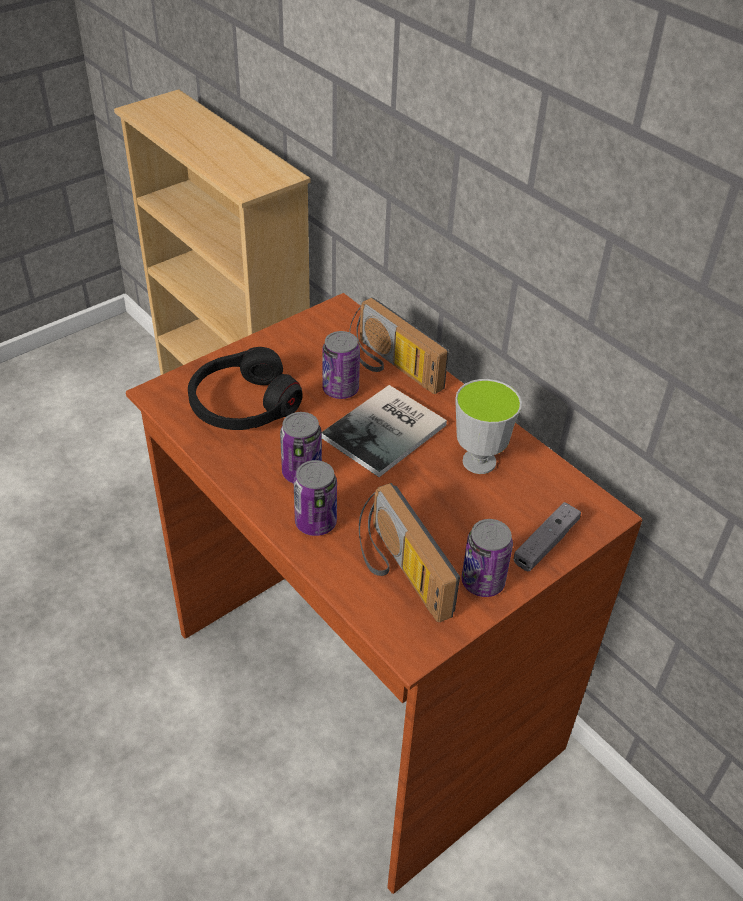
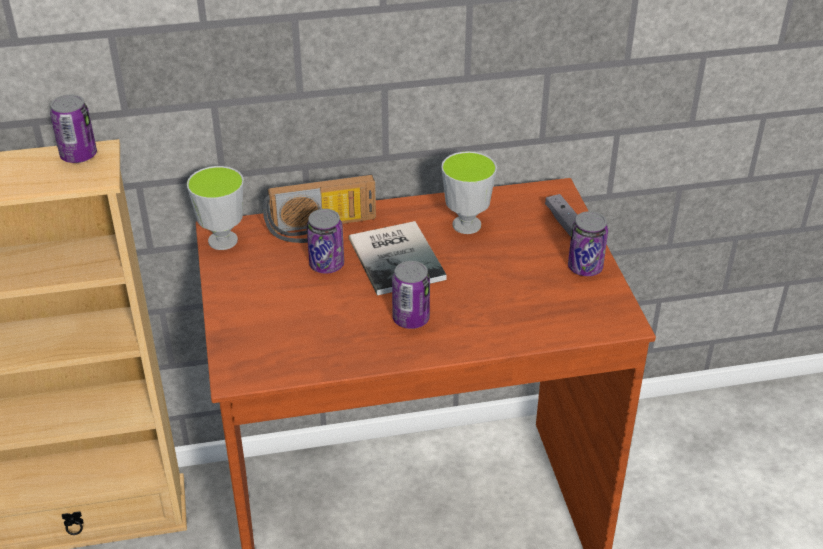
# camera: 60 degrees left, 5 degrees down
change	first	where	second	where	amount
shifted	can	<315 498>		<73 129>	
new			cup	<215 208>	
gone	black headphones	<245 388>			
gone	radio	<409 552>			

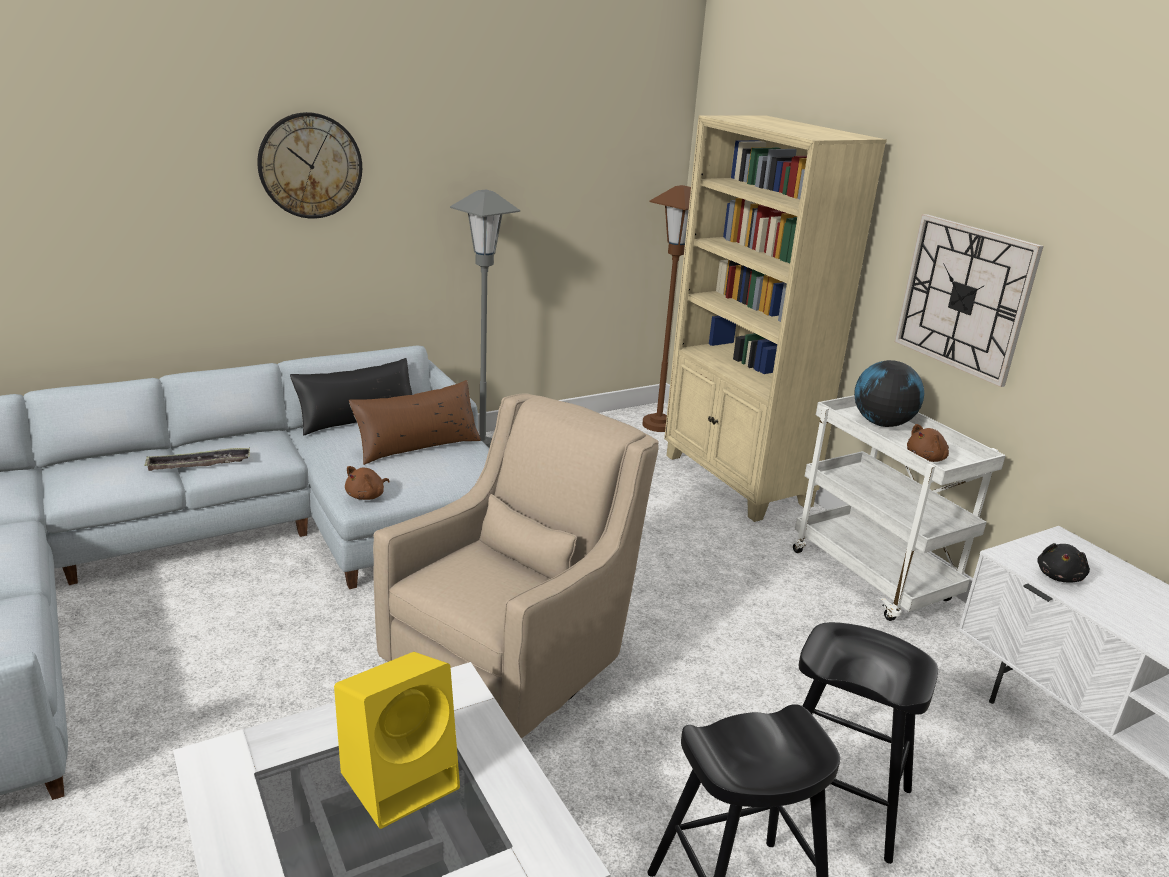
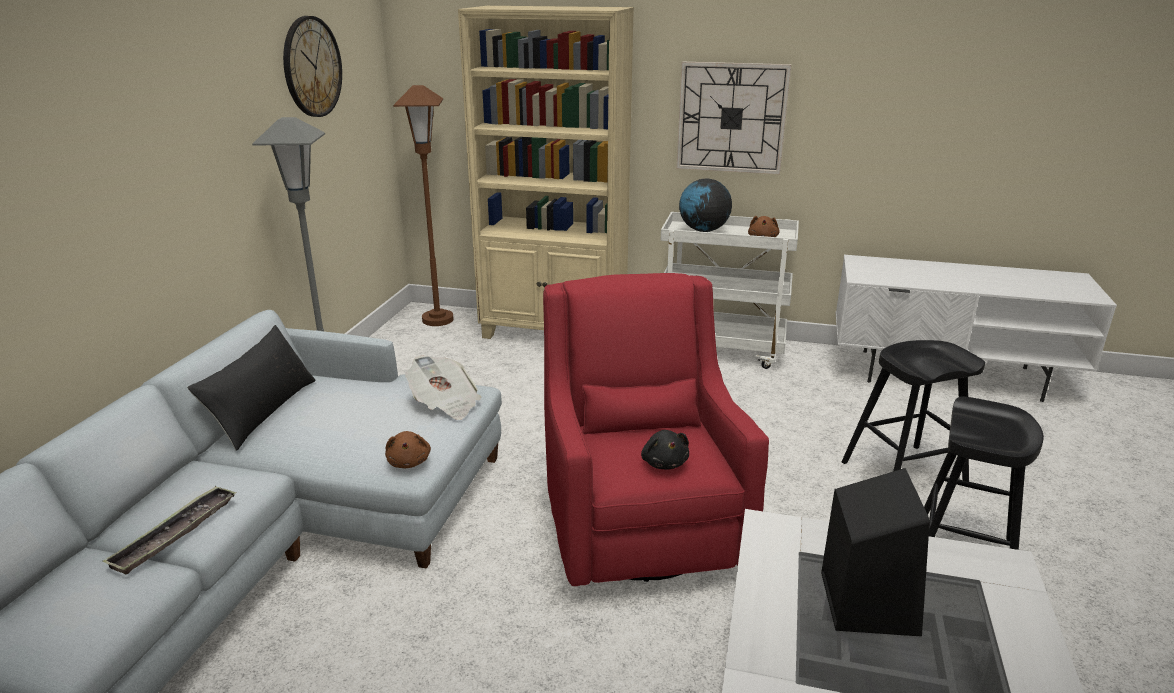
# camera: 45 degrees left, 0 degrees up
change	first	where	second	where	amount
shifted	wall clock	<309 165>		<312 66>	
new			newspaper	<443 387>	
repainted	beige armchair	<516 565>	red armchair	<656 429>	
shifted	black plush toy	<1063 563>		<665 449>	
repainted	yellow speaker	<397 740>	black speaker	<875 552>	
gone	brown pillow	<415 422>			

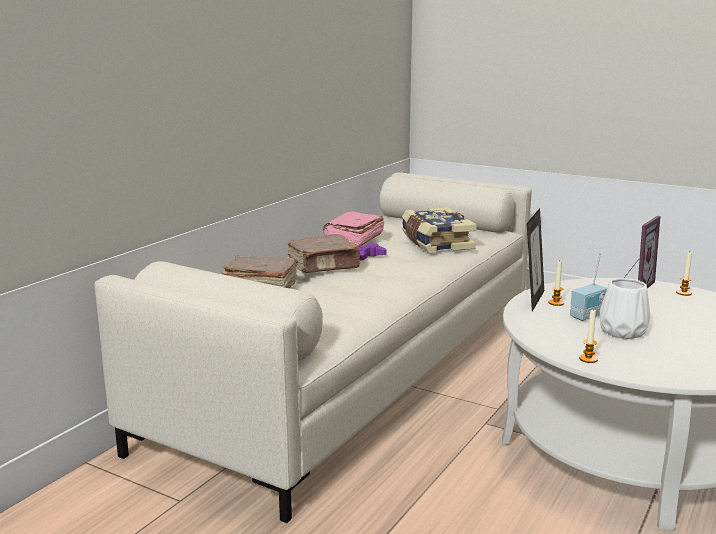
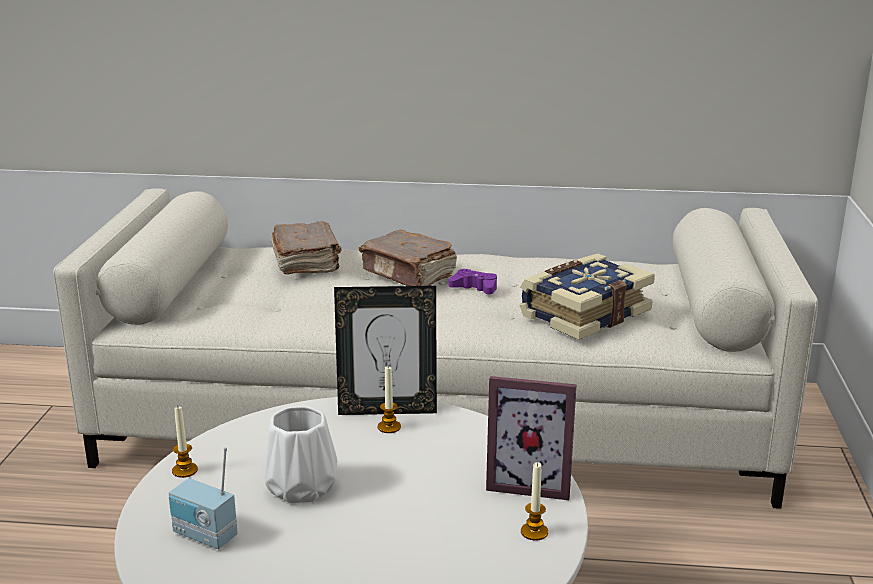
# camera: 65 degrees right, 5 degrees up
change	first	where	second	where	amount
shifted	radio	<588 287>		<203 498>	
gone	pink book	<353 229>			

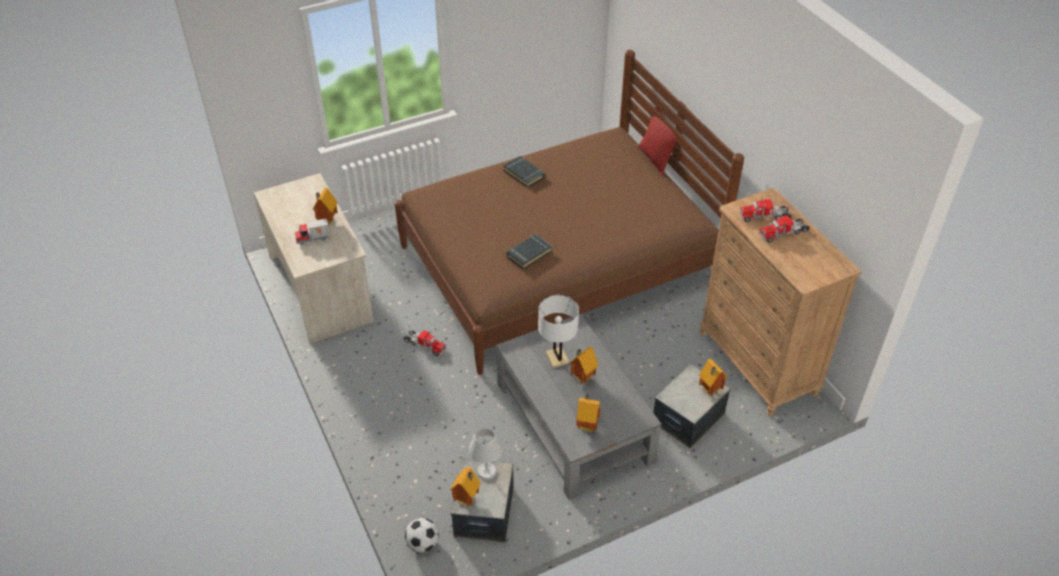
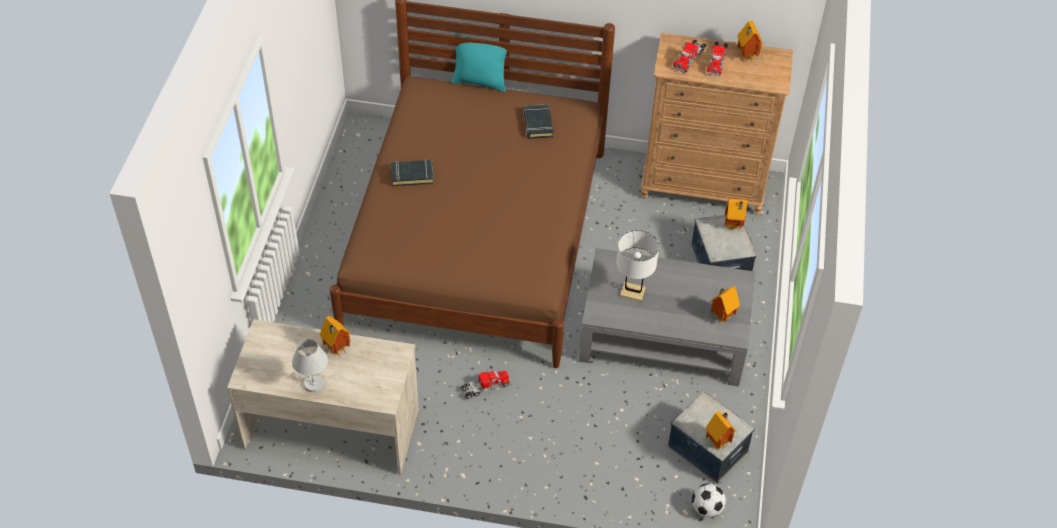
# camera: 55 degrees left, 5 degrees up
change	first	where	second	where	amount
shifted	white table lamp	<485 454>		<310 365>	
repainted	red pillow	<660 141>	turquoise pillow	<479 62>	
shifted	black book	<529 252>		<538 121>	
shifted	toy house	<584 366>		<750 41>	
gone	toy truck	<312 231>			

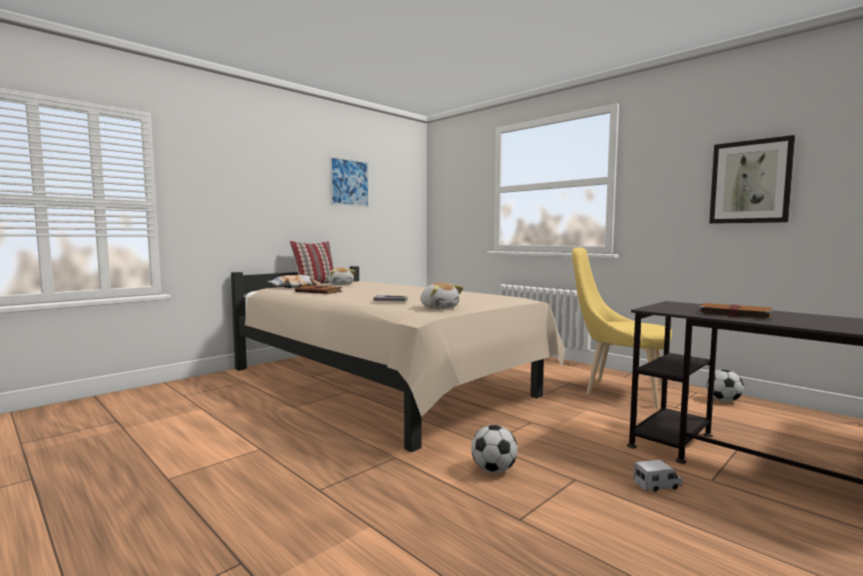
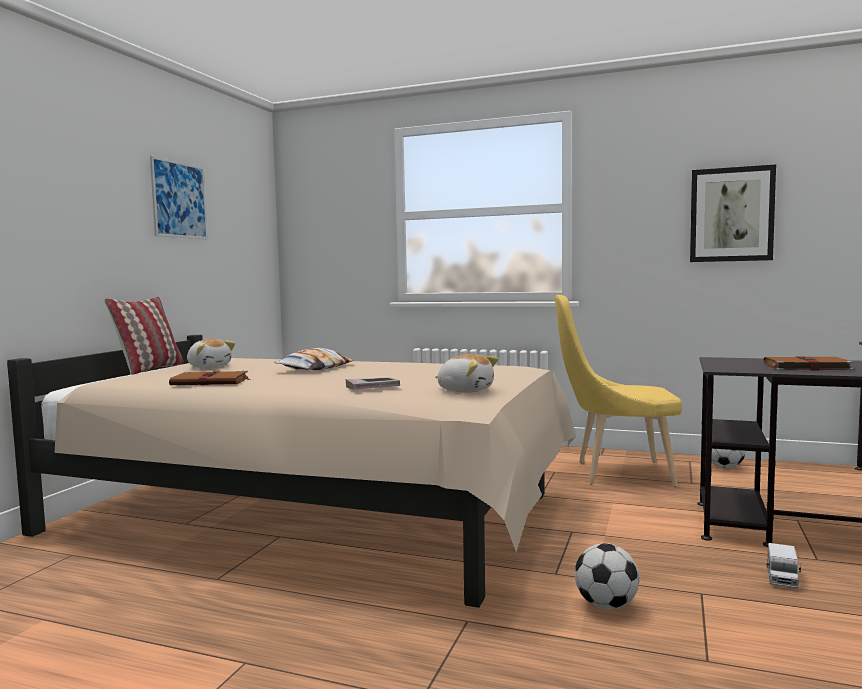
# camera: 25 degrees left, 0 degrees up
change	first	where	second	where	amount
shifted	pillow	<294 281>		<314 359>	
rotated	toy truck	<657 476>		<784 566>	150 degrees clockwise

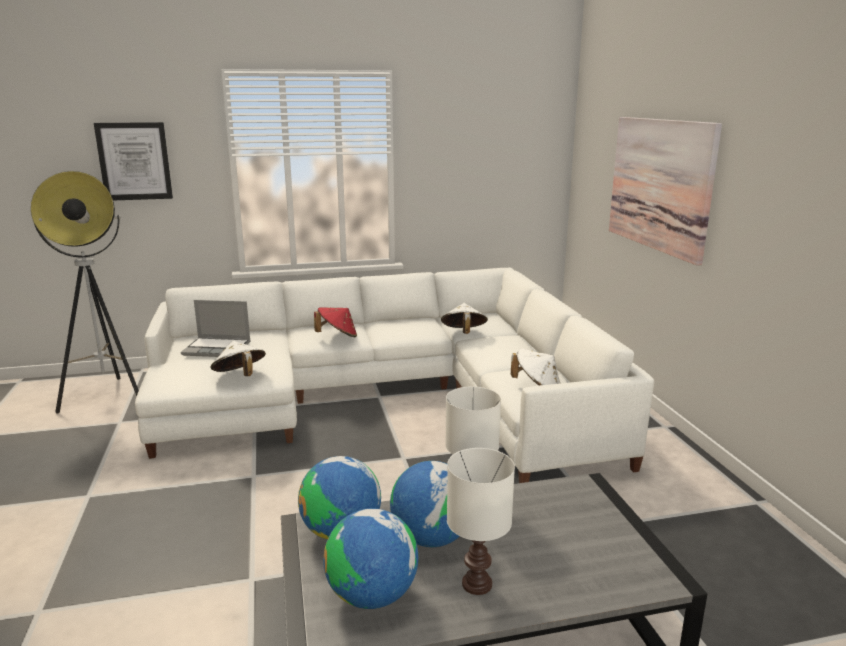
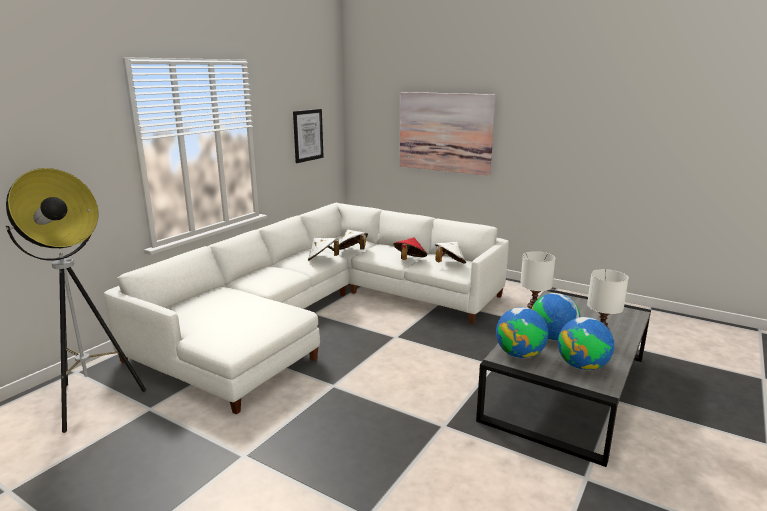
# camera: 45 degrees left, 0 degrees up
change	first	where	second	where	amount
shifted	picture	<133 161>		<308 136>	
shifted	white hat	<238 358>		<323 249>	
shifted	red hat	<335 322>		<410 248>	
gone	laptop	<216 328>			

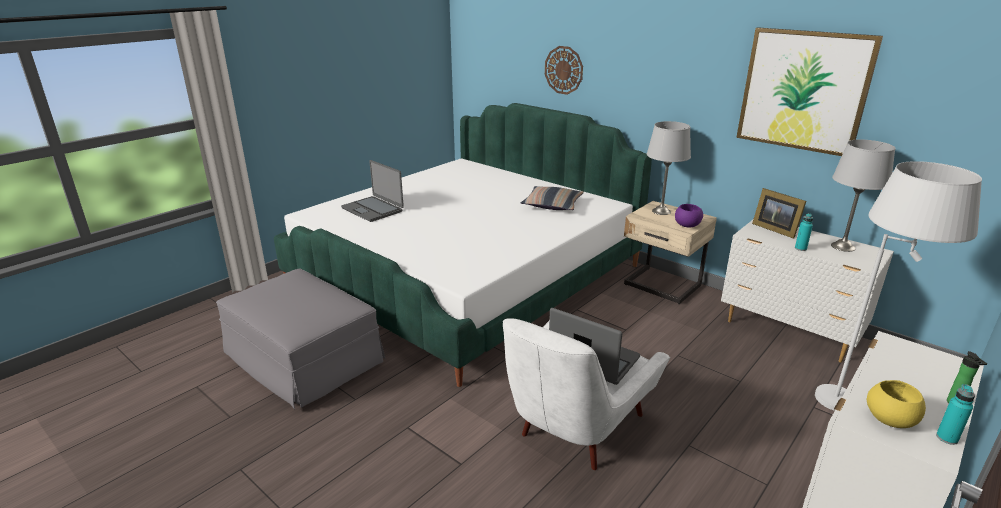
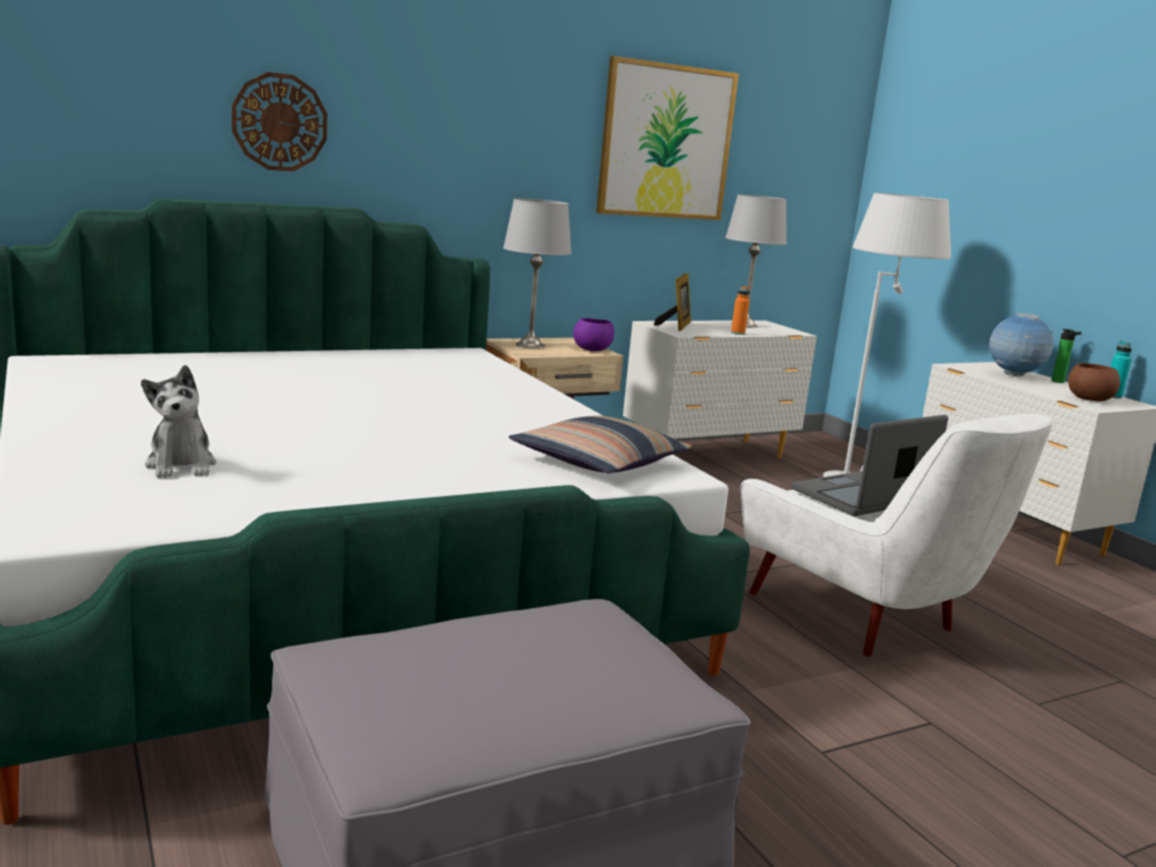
# camera: 70 degrees left, 10 degrees down
change	first	where	second	where	amount
swapped	laptop	<372 191>	plush toy	<178 421>	
shifted	pillow	<552 198>		<600 444>	
rotated	picture frame	<779 213>		<672 302>	60 degrees counterclockwise
repainted	turquoise bottle	<804 232>	orange bottle	<740 310>	
new			globe	<1021 344>	
repainted	yellow bowl	<896 404>	brown bowl	<1094 382>	

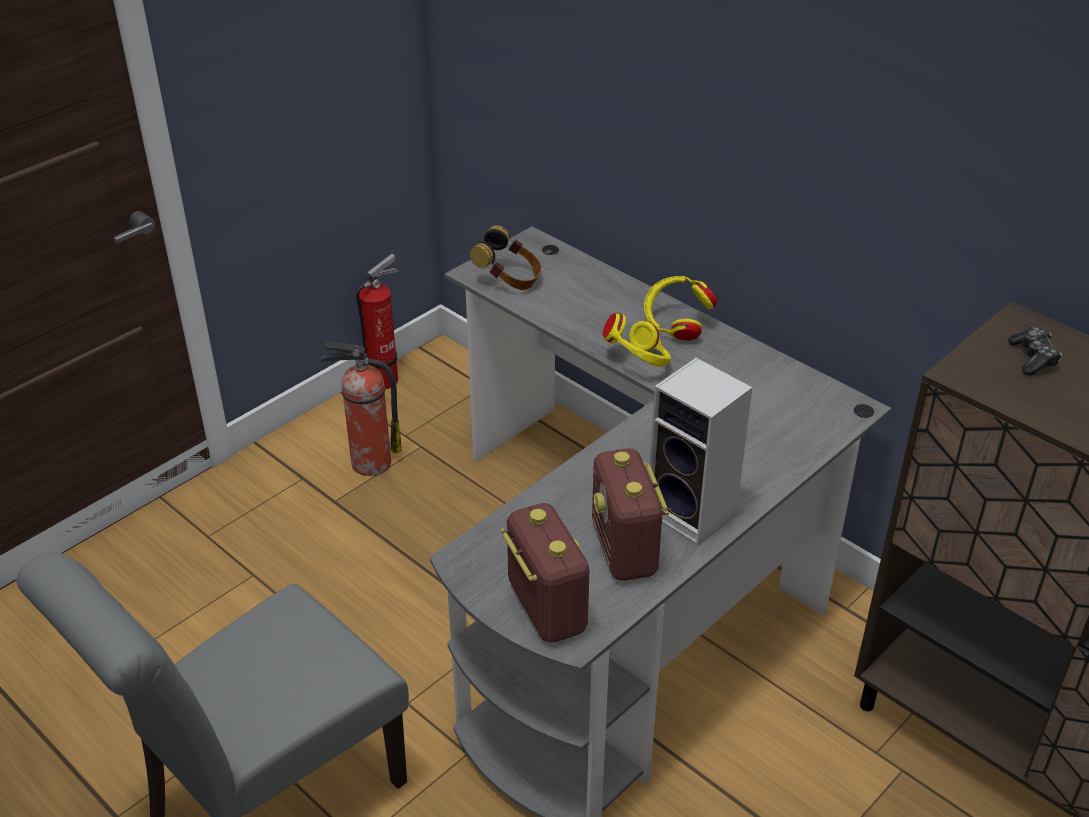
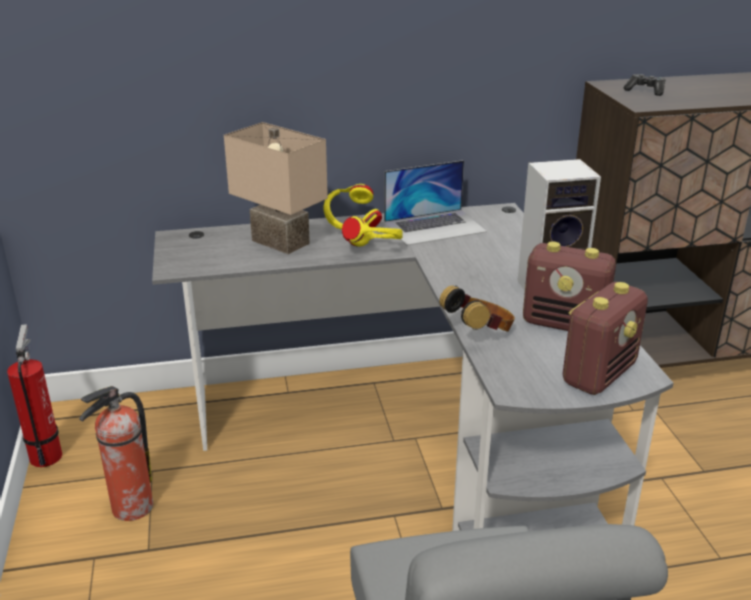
# camera: 55 degrees left, 10 degrees down
change	first	where	second	where	amount
new			beige table lamp	<276 188>	
new			laptop	<435 203>	
shifted	headphones	<506 257>		<477 308>	
rotated	radio	<545 573>		<605 338>	120 degrees clockwise

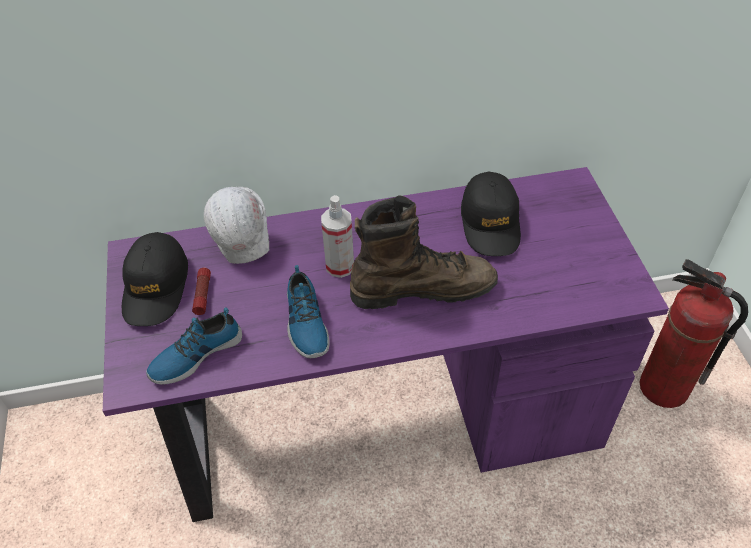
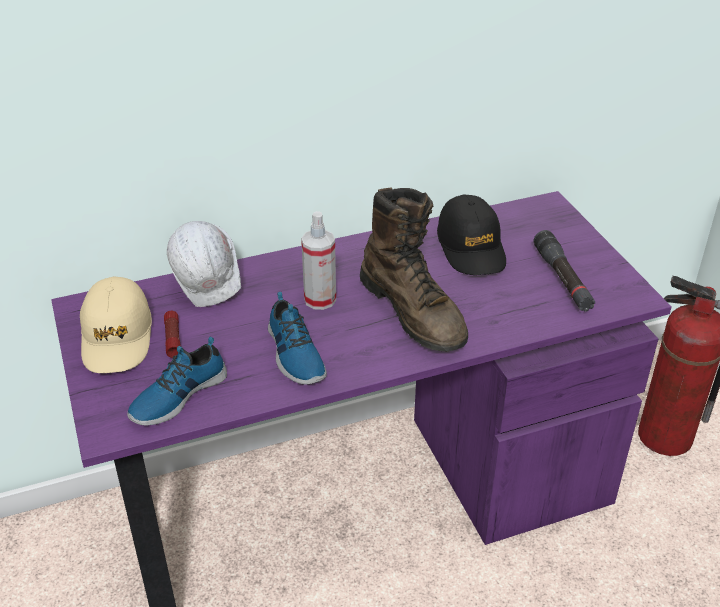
# camera: 10 degrees left, 10 degrees down
change	first	where	second	where	amount
repainted	black cap	<155 279>	beige cap	<116 324>	
rotated	brown boot	<424 252>		<414 269>	75 degrees clockwise
new			black flashlight	<564 271>	

